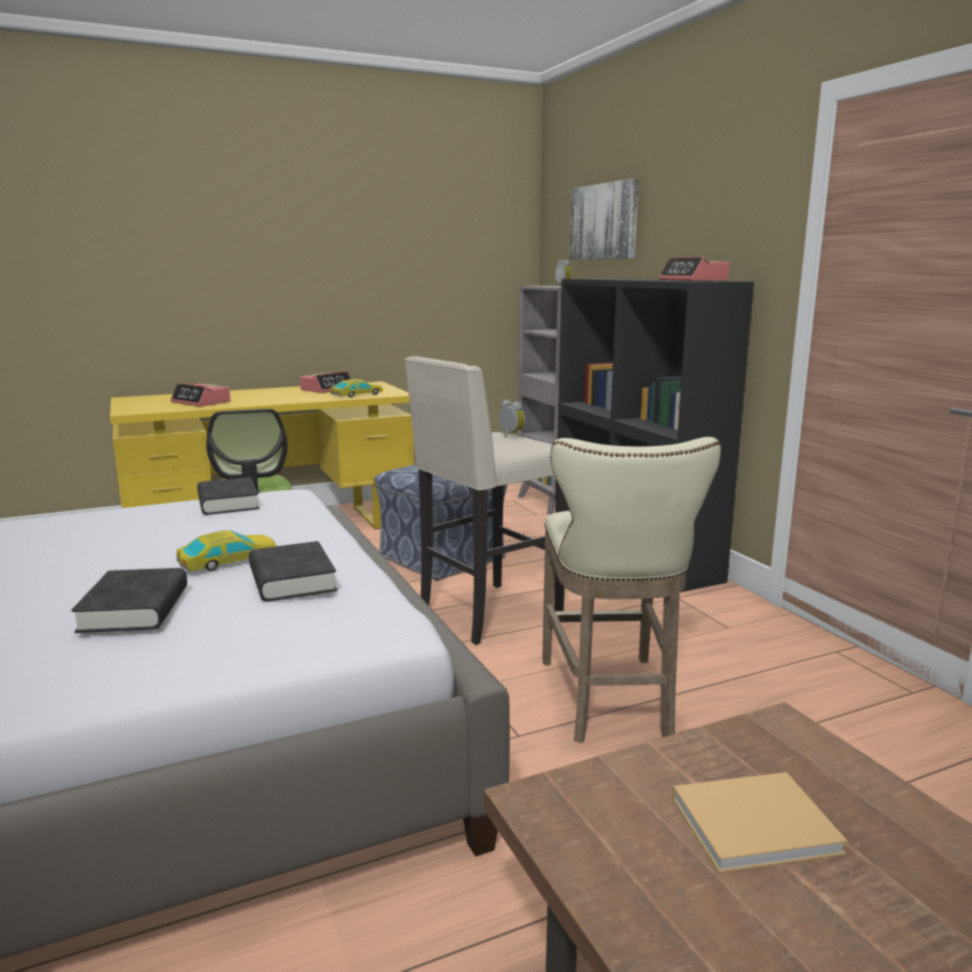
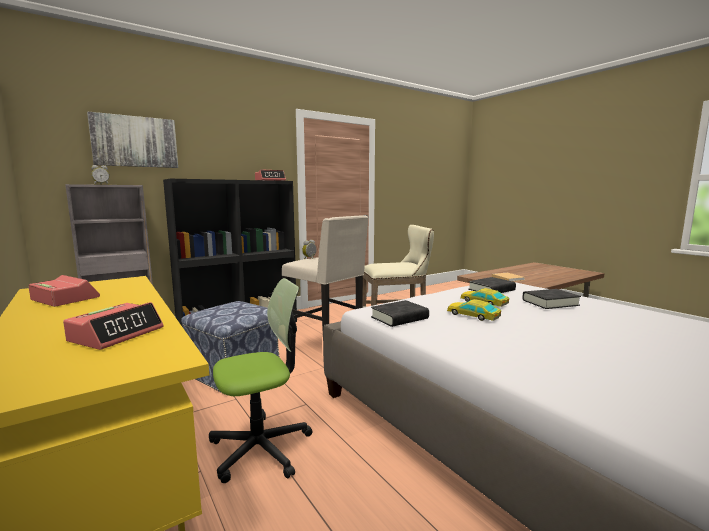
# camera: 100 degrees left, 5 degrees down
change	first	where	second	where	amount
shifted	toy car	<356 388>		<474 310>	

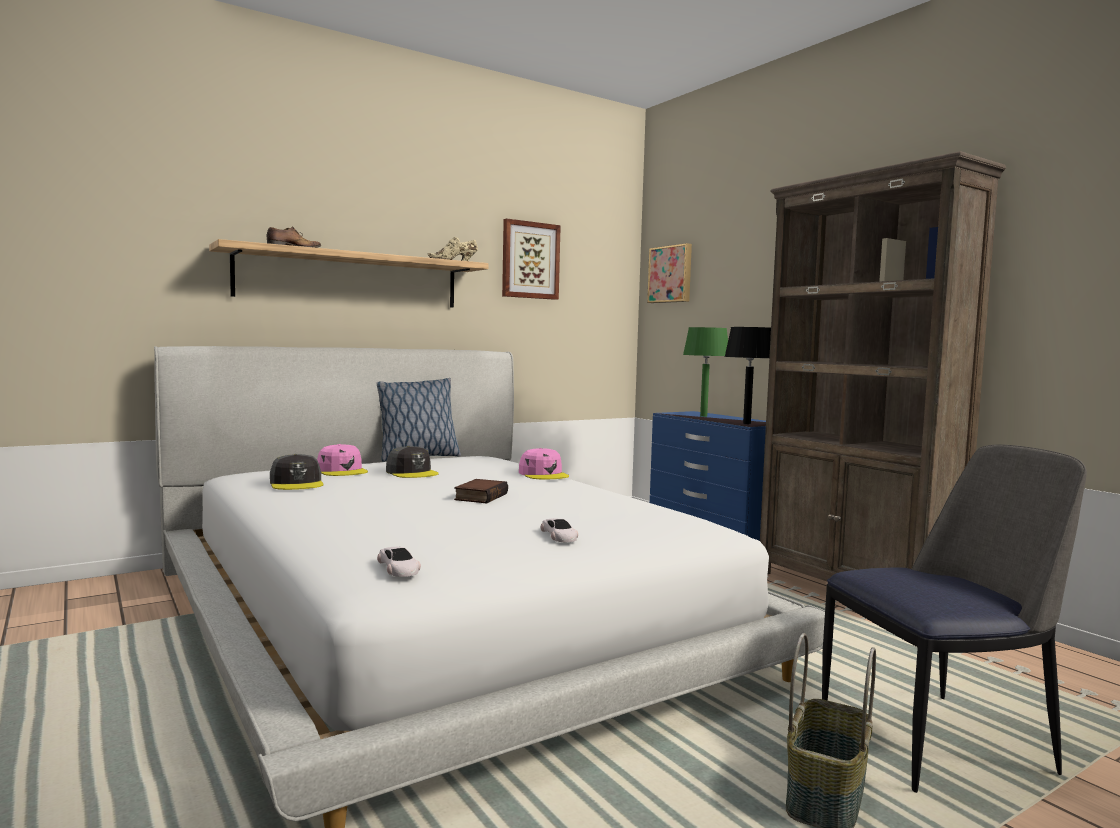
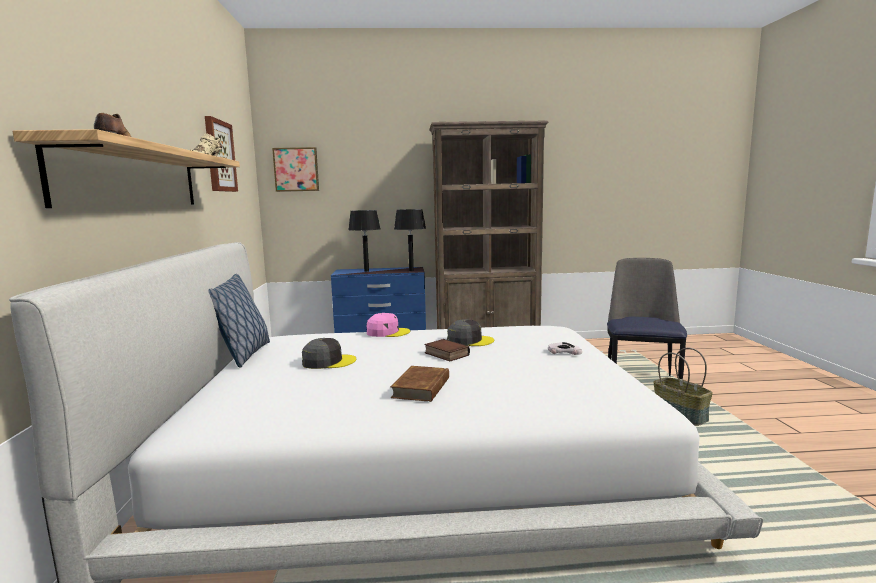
# camera: 60 degrees left, 5 degrees up
change	first	where	second	where	amount
repainted	green table lamp	<705 372>	black table lamp	<364 241>	
new			brown book	<419 384>	
shifted	grey cap	<297 472>		<470 332>	
gone	pink cap	<342 460>			
gone	white toy car	<399 562>			

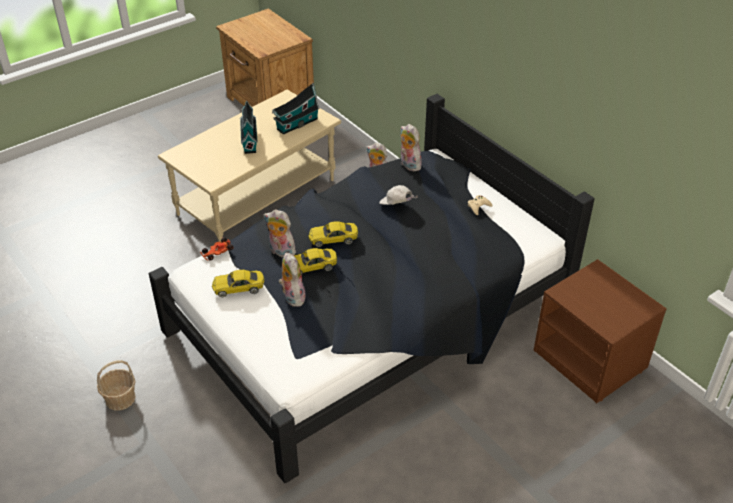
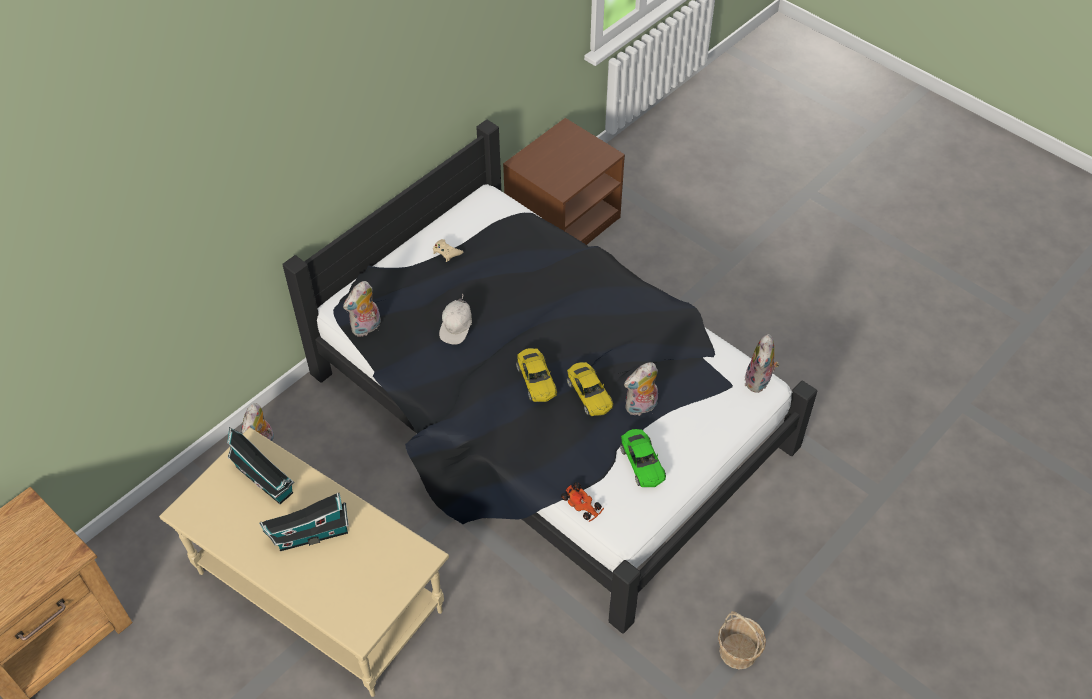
# camera: 100 degrees left, 10 degrees up
change	first	where	second	where	amount
repainted	yellow toy car	<238 283>	green toy car	<643 458>	
shifted	plush toy	<281 233>		<762 363>	

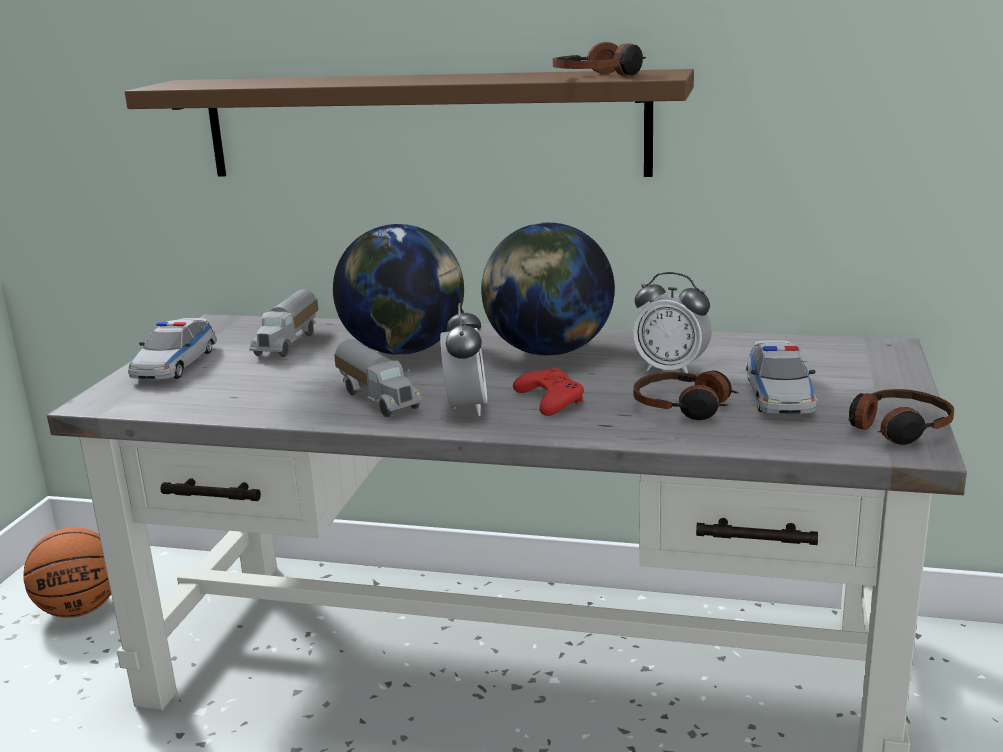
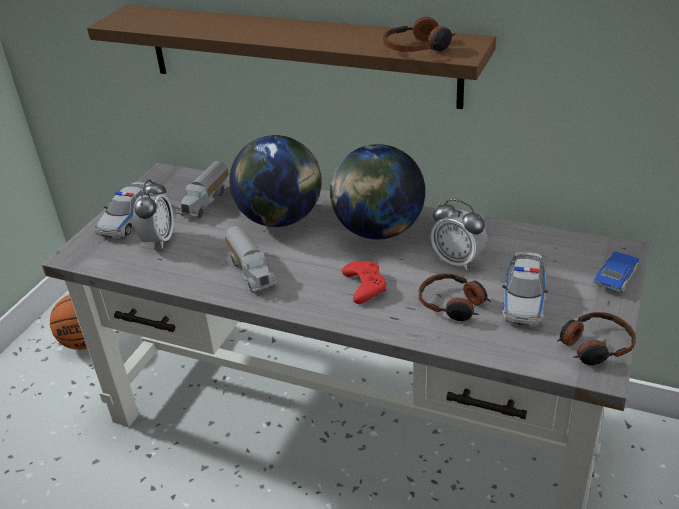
# camera: 10 degrees right, 15 degrees up
change	first	where	second	where	amount
shifted	alarm clock	<463 359>		<153 214>	
new			blue toy car	<616 271>	

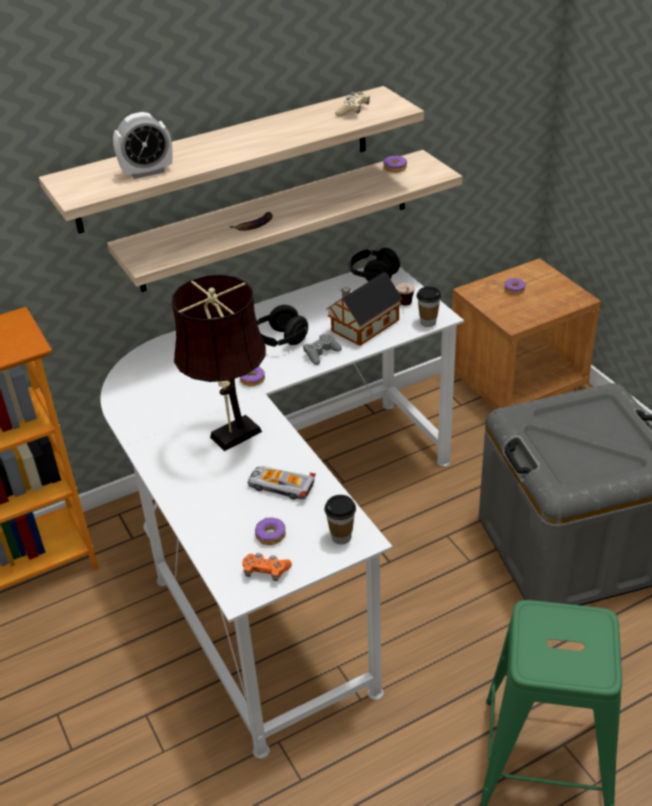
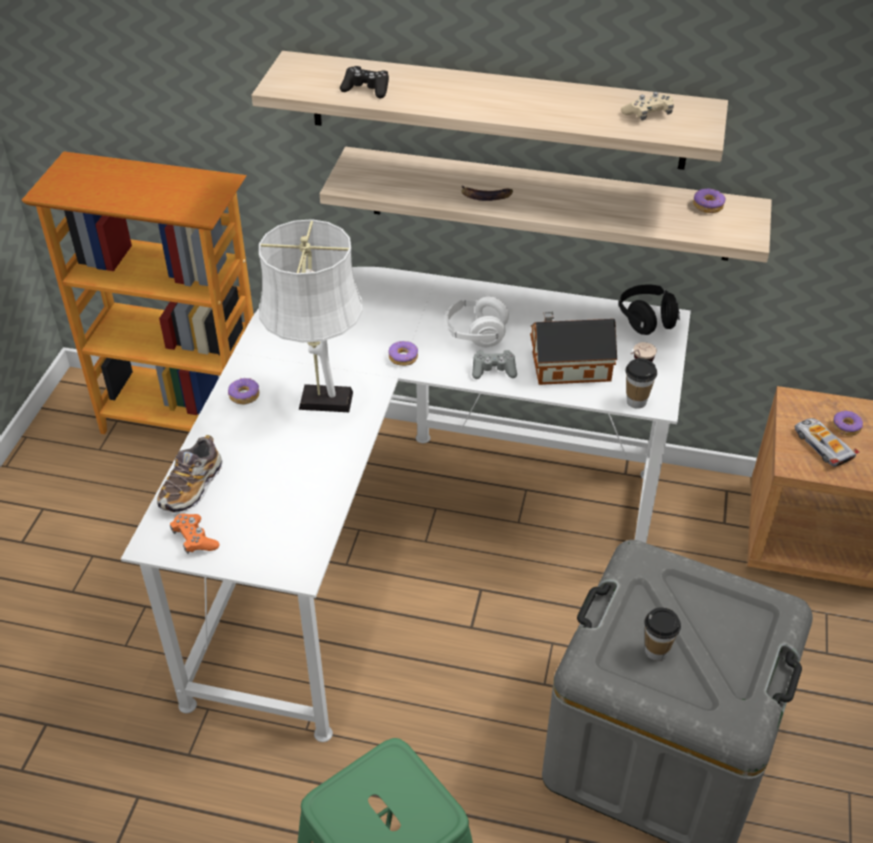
# camera: 40 degrees right, 5 degrees up
change	first	where	second	where	amount
new			shoe	<190 474>	
shifted	donut	<270 531>		<243 391>	
repainted	brown table lamp	<218 362>	white table lamp	<311 315>	
swapped	alarm clock	<143 145>	black game controller	<364 82>	
repainted	black headphones	<282 326>	white headphones	<477 321>	
shifted	cup	<340 519>		<662 634>	
shifted	toy car	<282 483>		<827 442>	

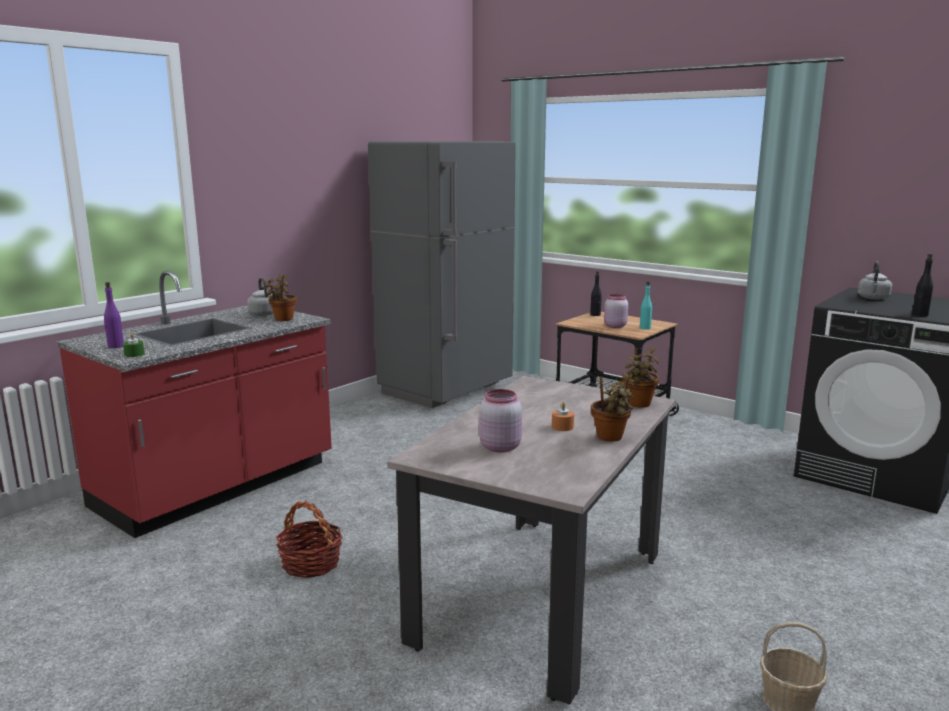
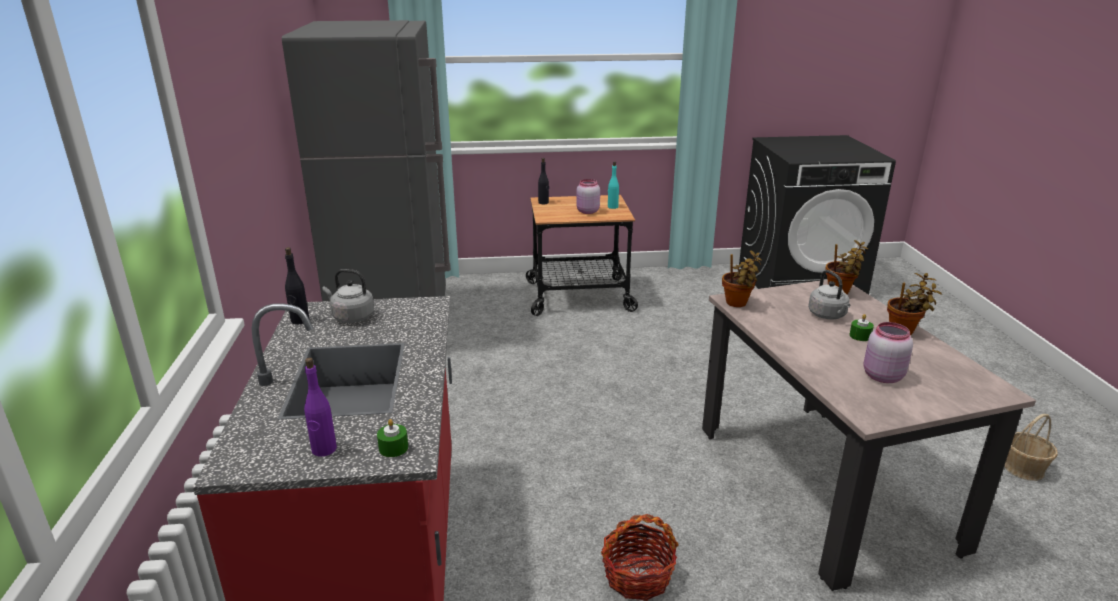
# camera: 45 degrees left, 10 degrees up
change	first	where	second	where	amount
shifted	black bottle	<922 285>		<297 285>	
shifted	potted plant	<280 297>		<742 278>	
shifted	grey kettle	<875 280>		<829 294>	
repainted	orange candle	<563 416>	green candle	<861 327>	

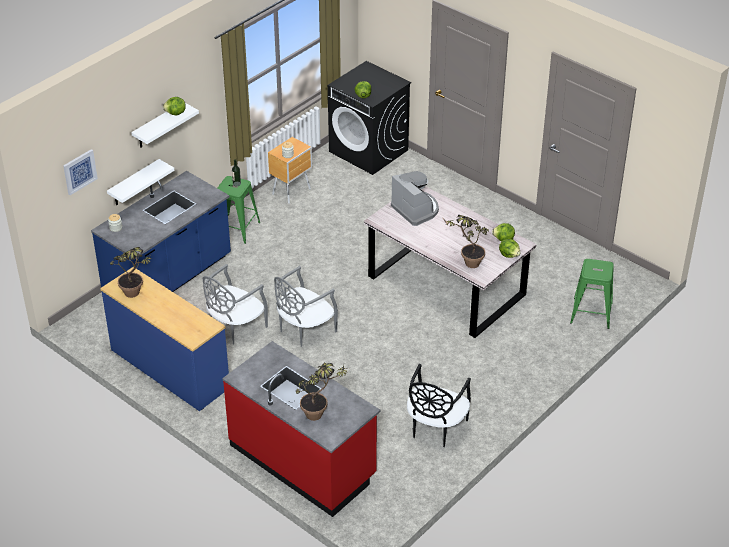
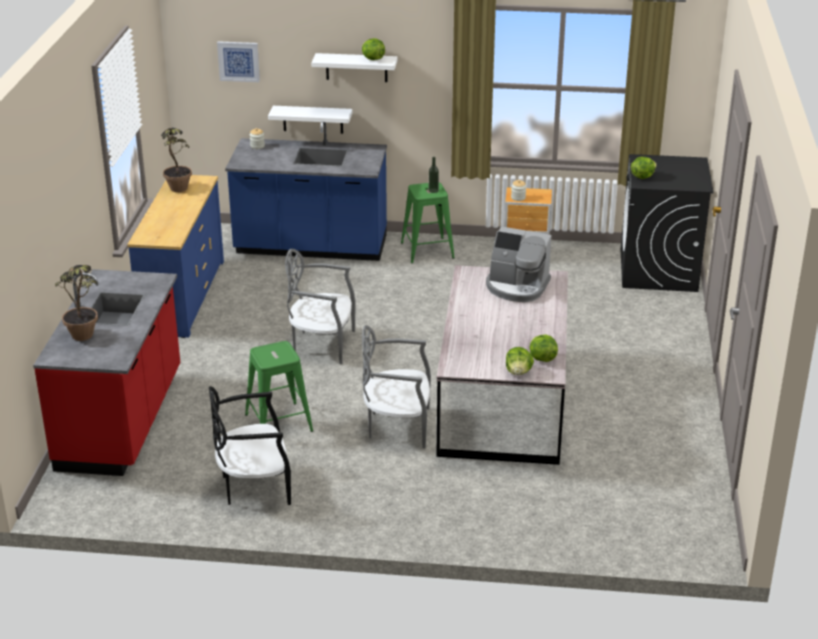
# camera: 55 degrees right, 10 degrees down
change	first	where	second	where	amount
shifted	green stool	<592 294>		<279 386>	
shifted	grey chair	<235 304>		<396 386>	
rotated	coffee machine	<415 198>		<519 264>	90 degrees clockwise
gone	potted plant	<466 241>			

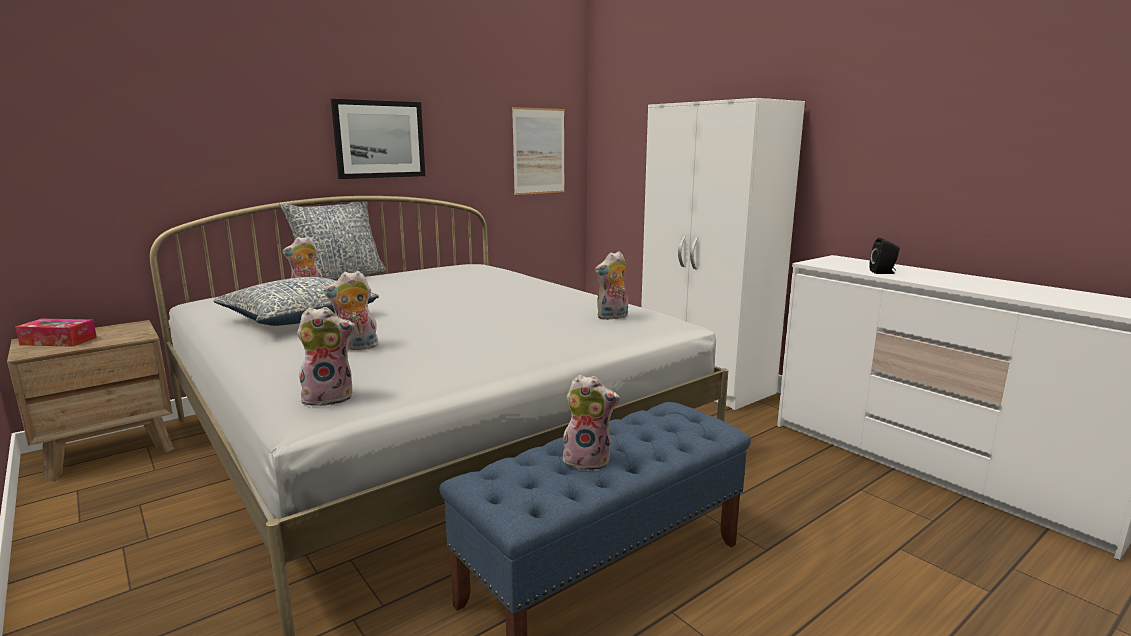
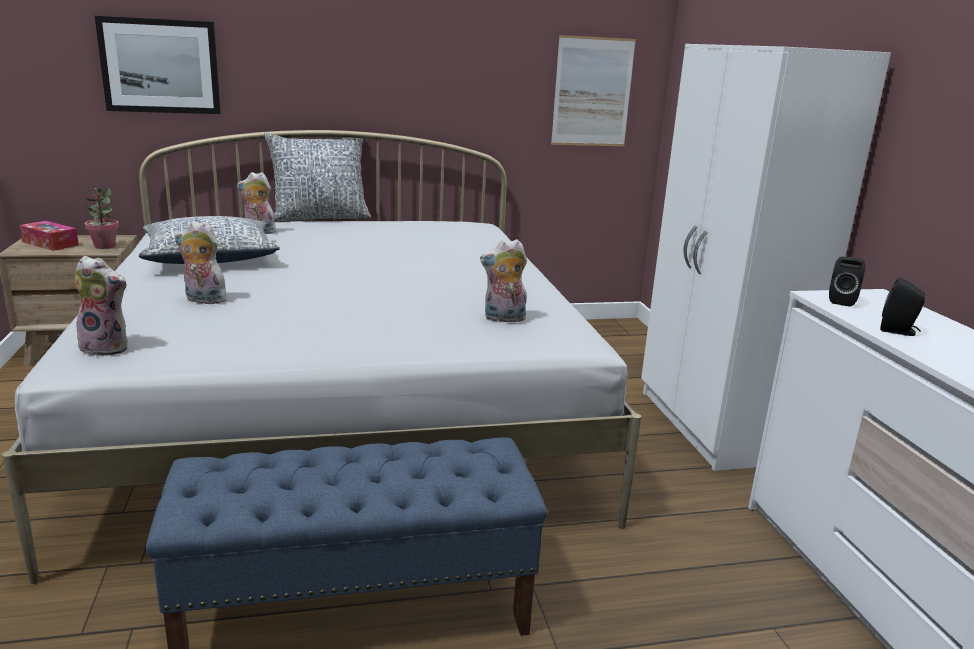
# camera: 25 degrees right, 5 degrees up
change	first	where	second	where	amount
new			potted plant	<101 218>	
shifted	picture	<378 139>		<158 65>	
new			black speaker	<847 281>	
gone	plush toy	<591 423>			

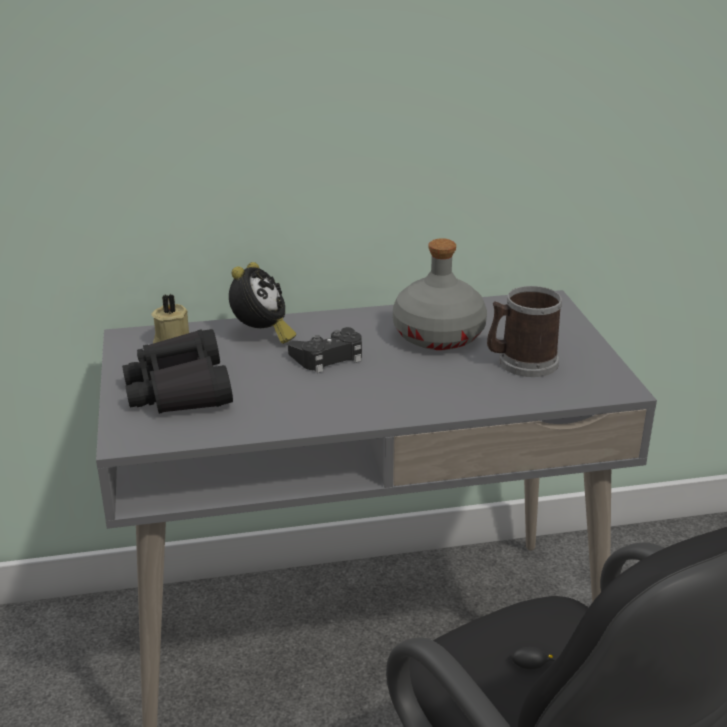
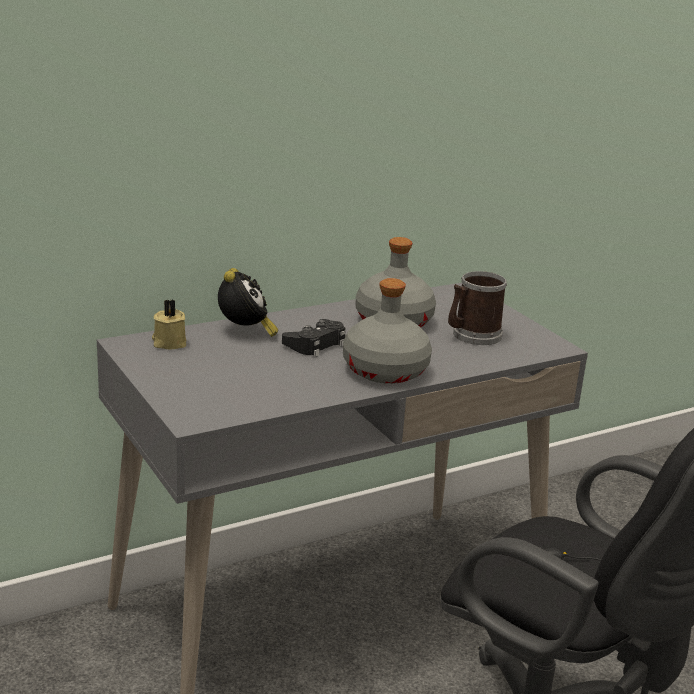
# camera: 20 degrees left, 5 degrees down
change	first	where	second	where	amount
new			grey bottle	<387 331>	
gone	black binoculars	<177 371>			

